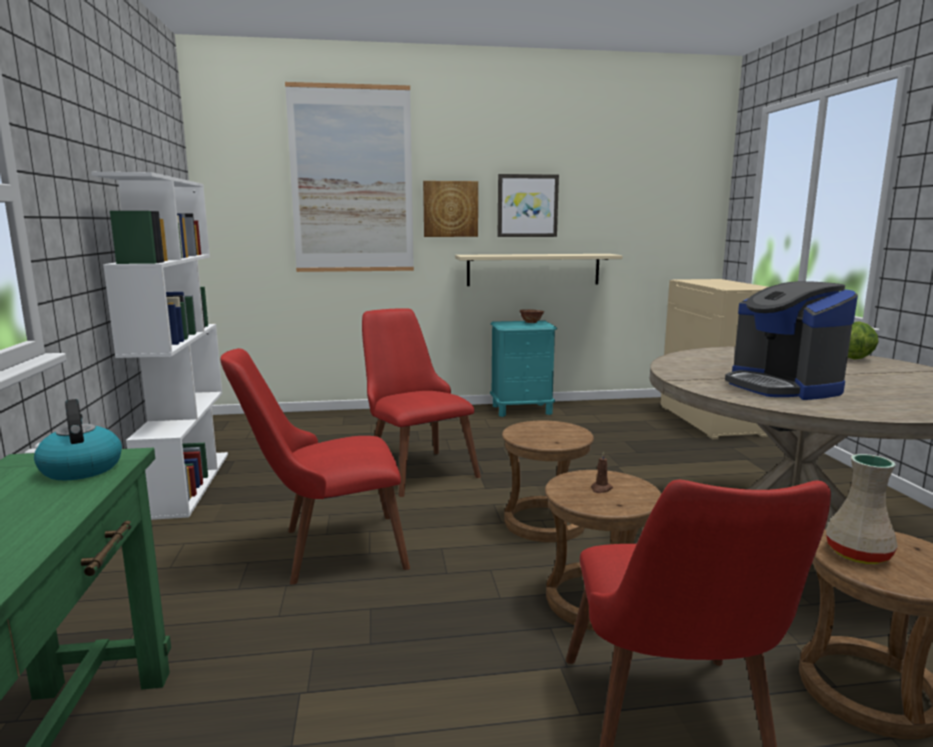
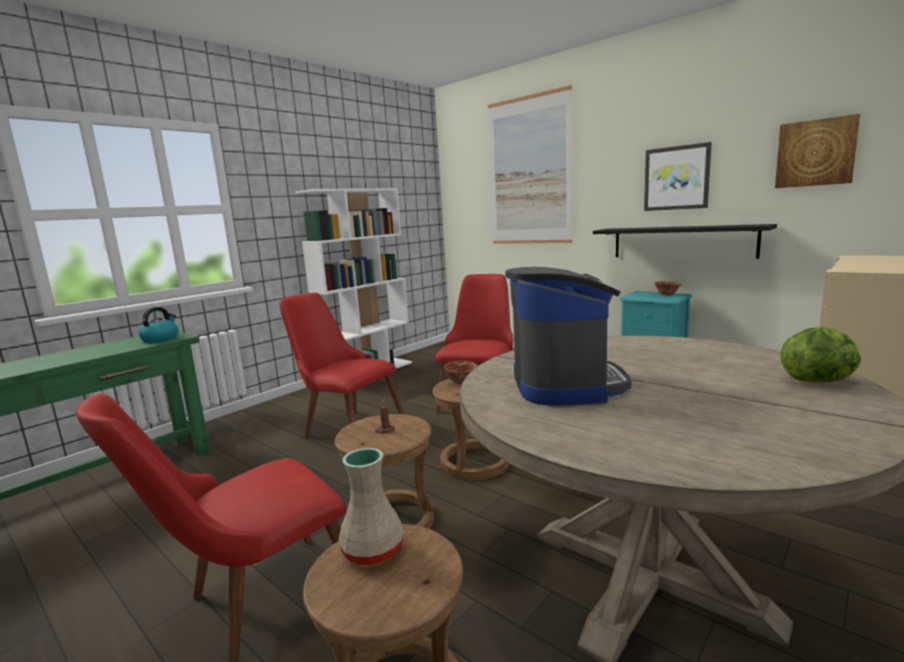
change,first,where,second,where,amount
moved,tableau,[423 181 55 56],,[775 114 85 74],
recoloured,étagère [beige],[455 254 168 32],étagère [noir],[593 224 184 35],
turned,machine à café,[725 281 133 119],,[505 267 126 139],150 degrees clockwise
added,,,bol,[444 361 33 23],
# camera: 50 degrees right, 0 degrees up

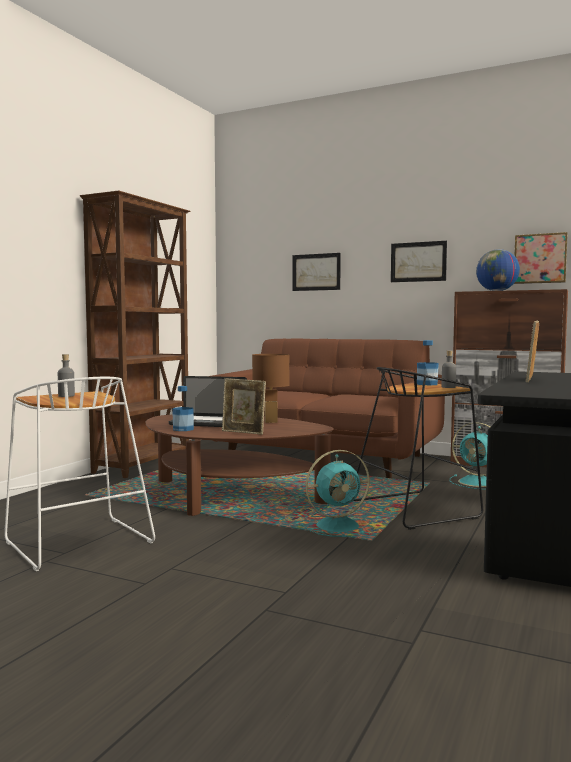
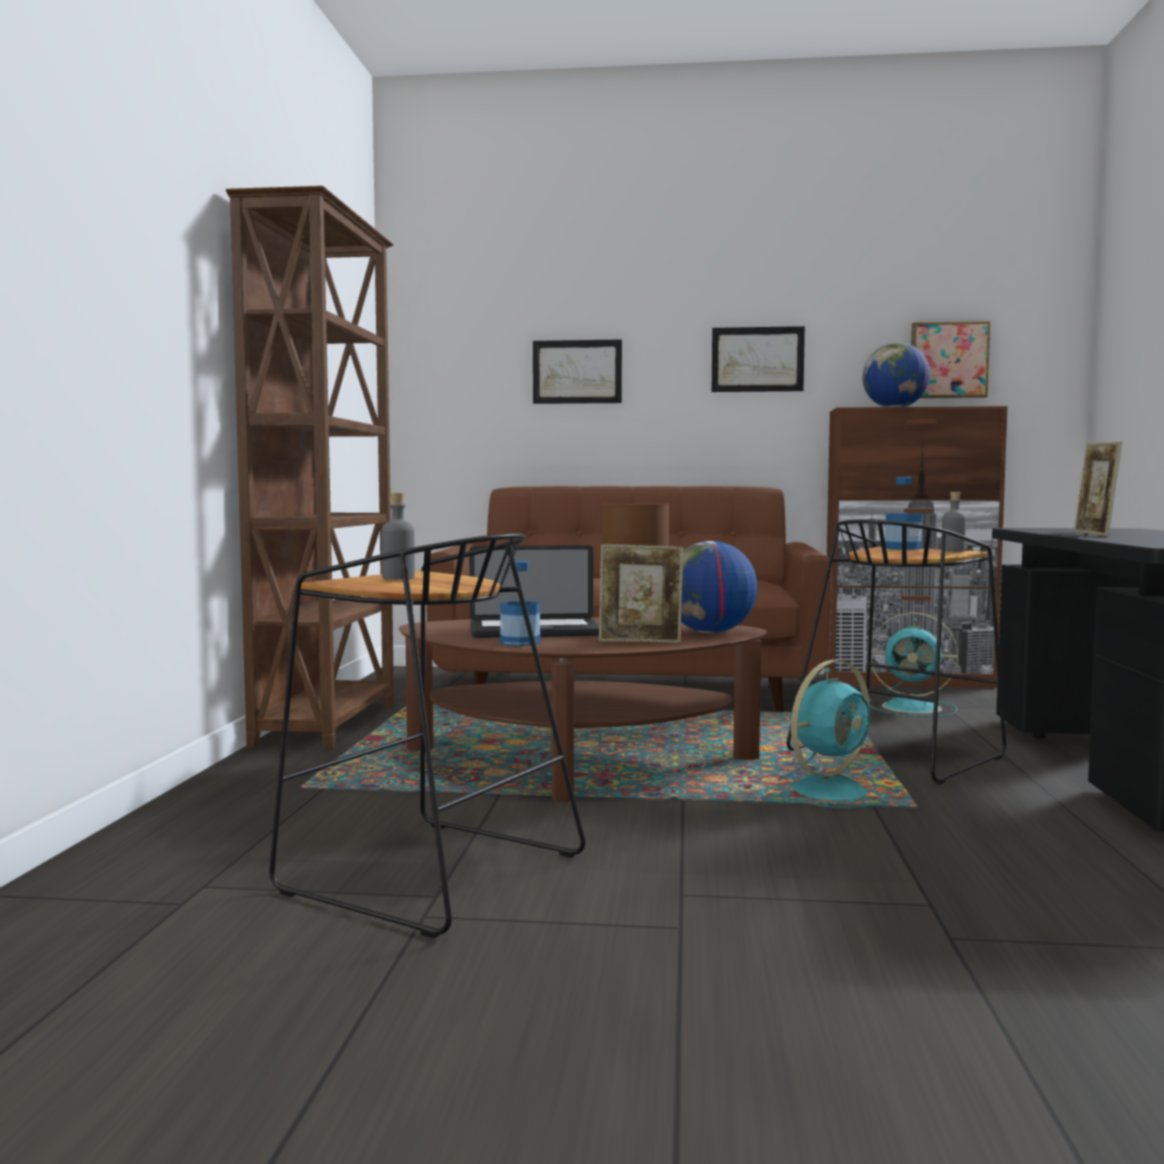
change,first,where,second,where,amount
recoloured,tabouret [blanc],[4 377 151 194],tabouret [noir],[269 533 317 405],
added,,,globe,[681 541 76 92],
# camera: 20 degrees left, 0 degrees up

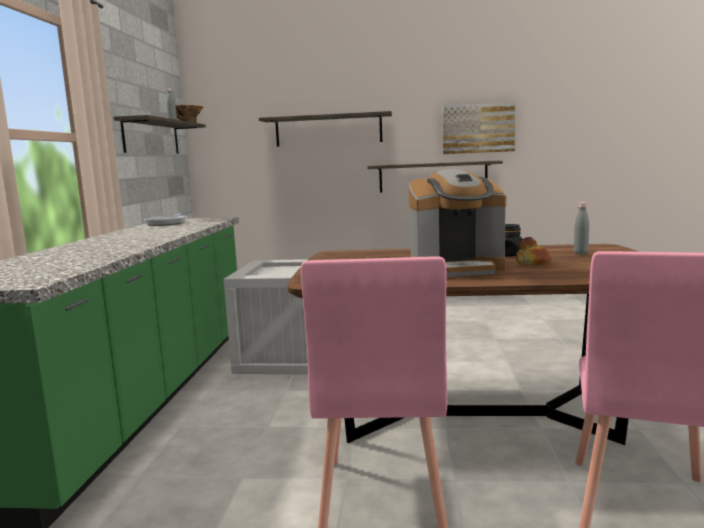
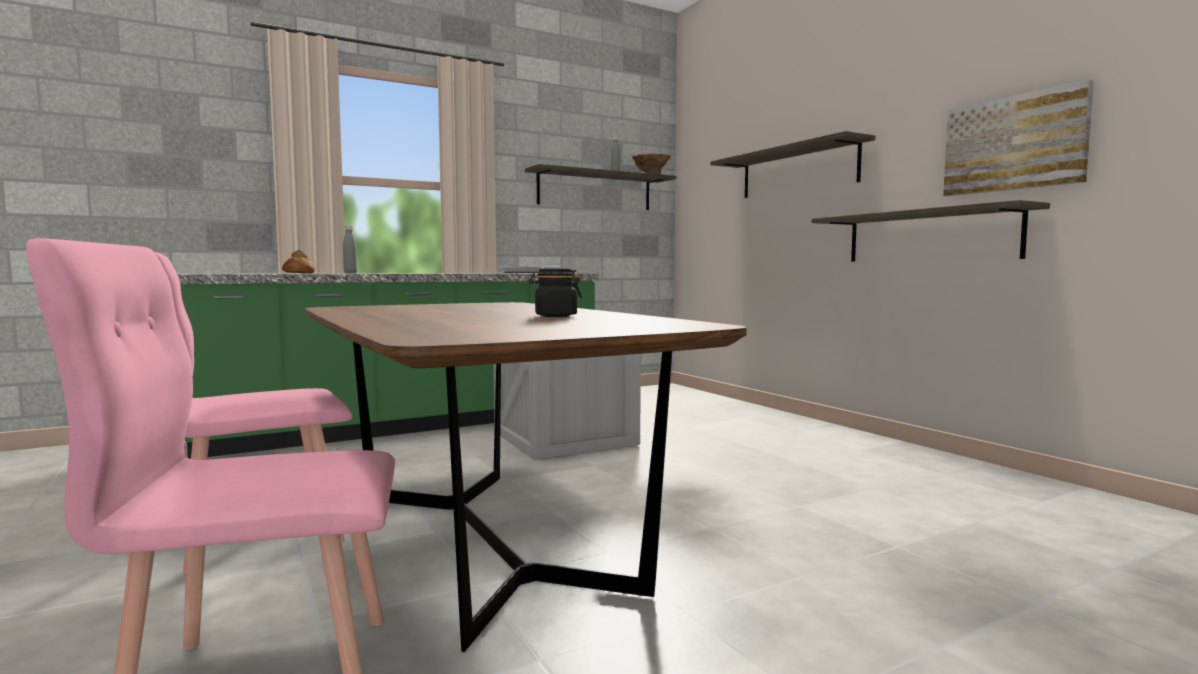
change,first,where,second,where,amount
removed,machine à café,[408 169 98 108],,,
moved,pain,[516 237 36 28],,[282 250 33 23],
moved,bouteille [gris],[574 202 15 53],,[343 225 14 48],
# camera: 55 degrees right, 5 degrees down

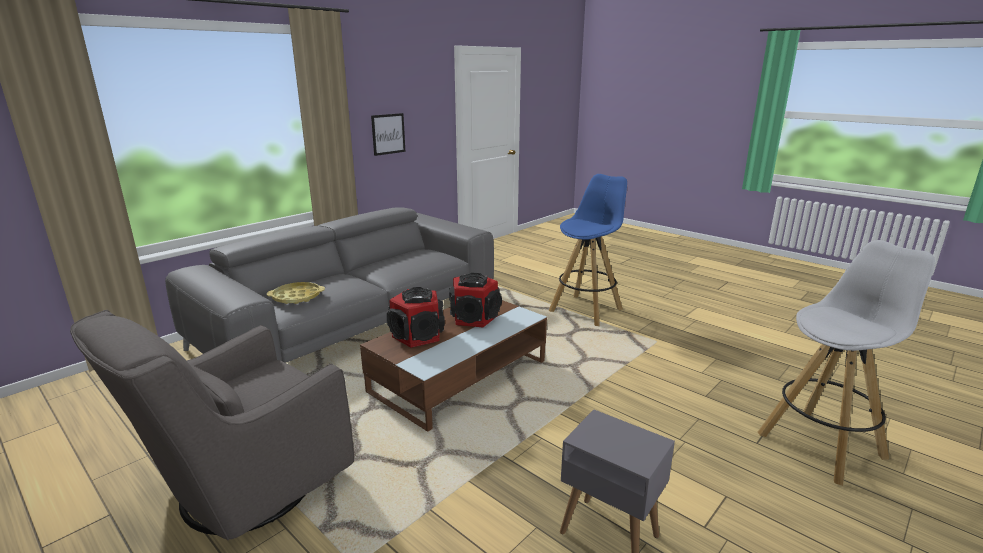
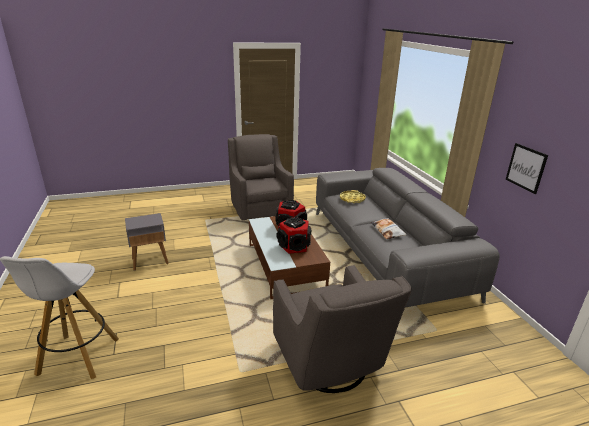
change,first,where,second,where,amount
replaced,tabouret [bleu],[549 174 78 152],fauteuil [gris],[273 265 138 128],
added,,,coussin,[371 218 35 21],
# camera: 120 degrees right, 5 degrees up

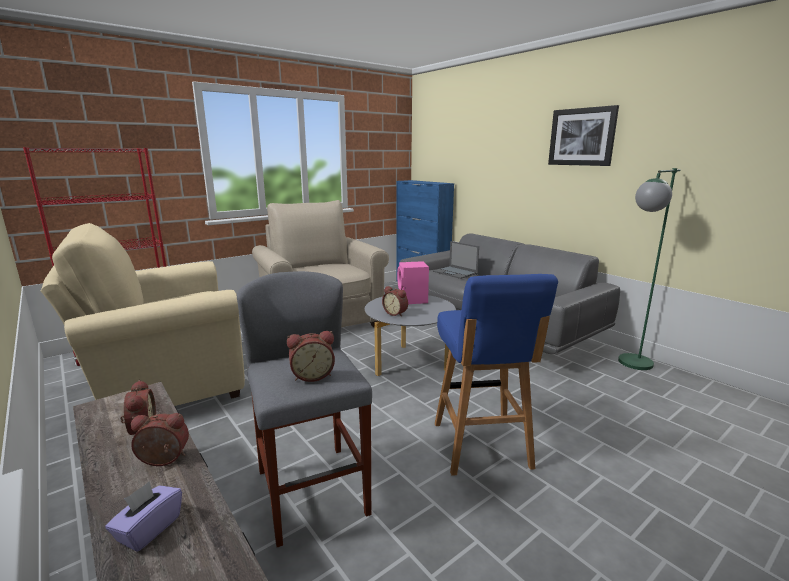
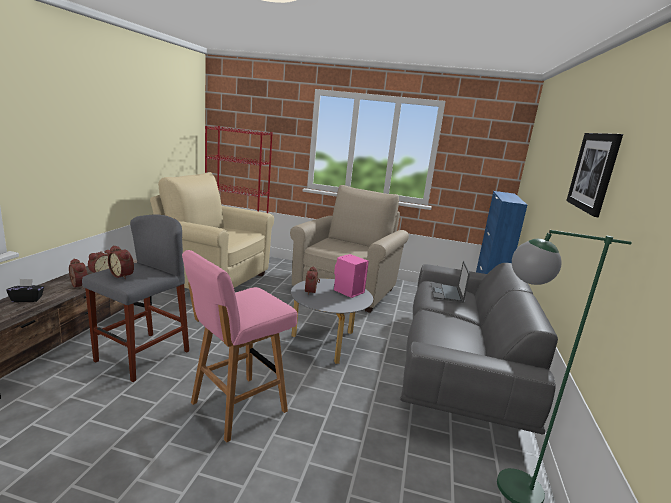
change,first,where,second,where,amount
recoloured,boîte à mouchoirs [violet],[105 481 77 71],boîte à mouchoirs [noir],[6 279 38 23],
recoloured,tabouret [bleu],[435 274 123 202],tabouret [rose],[182 250 115 193],
# camera: 50 degrees right, 0 degrees up

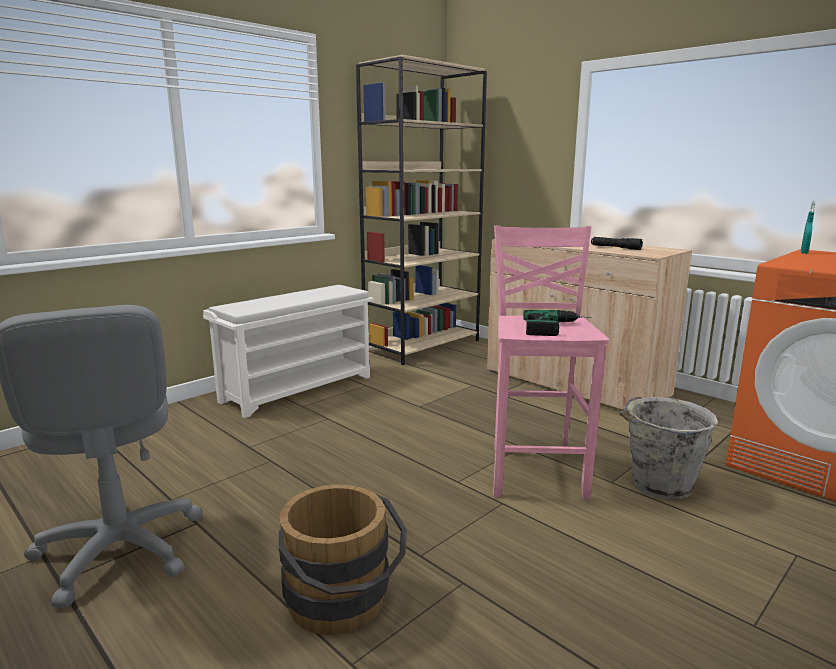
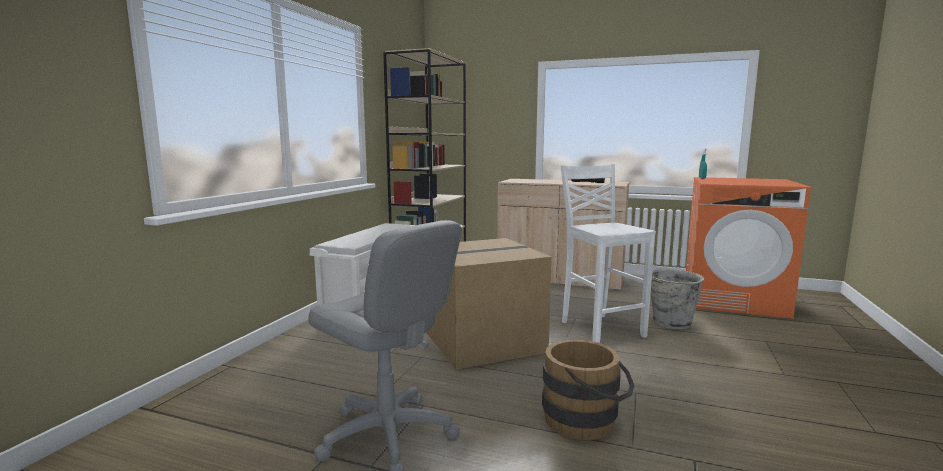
change,first,where,second,where,amount
recoloured,tabouret [rose],[493 225 116 275],tabouret [blanc],[561 164 95 179],
removed,perceuse,[523 310 69 26],,,
added,,,carton,[426 238 126 132],
# camera: 25 degrees left, 5 degrees down

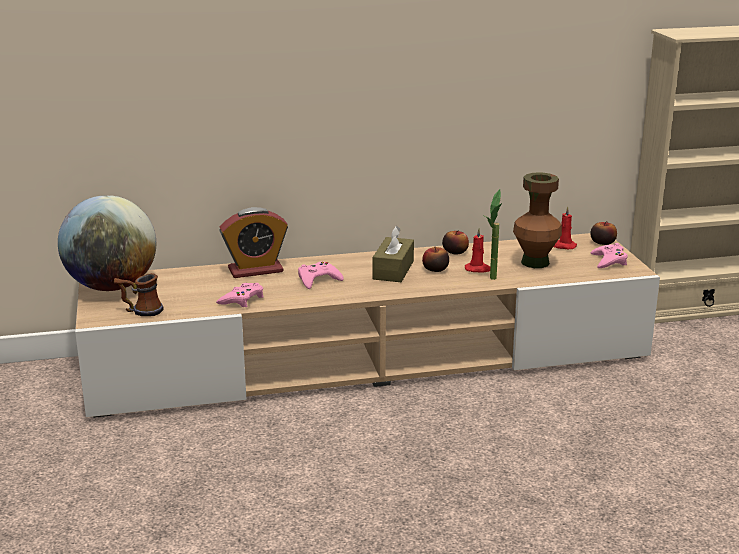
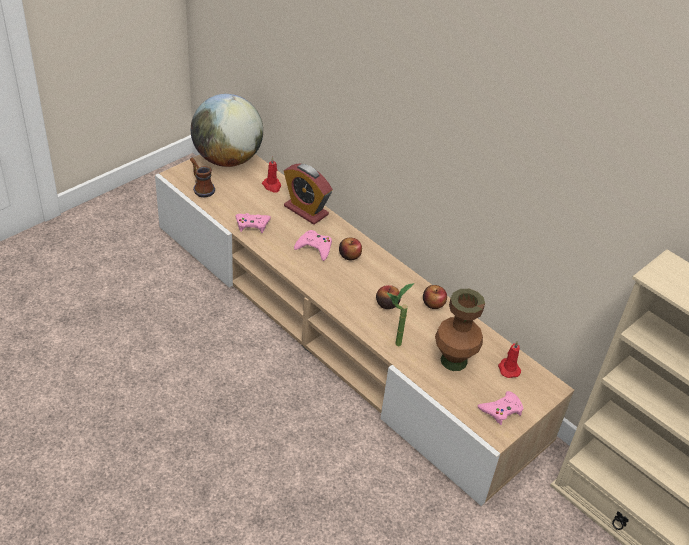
change,first,where,second,where,amount
removed,boîte à mouchoirs [marron],[372 226 42 56],,,
moved,bougie [rouge],[465 228 25 45],,[262 157 19 36],
moved,pomme,[591 221 26 24],,[339 238 23 23],
# camera: 55 degrees right, 20 degrees up

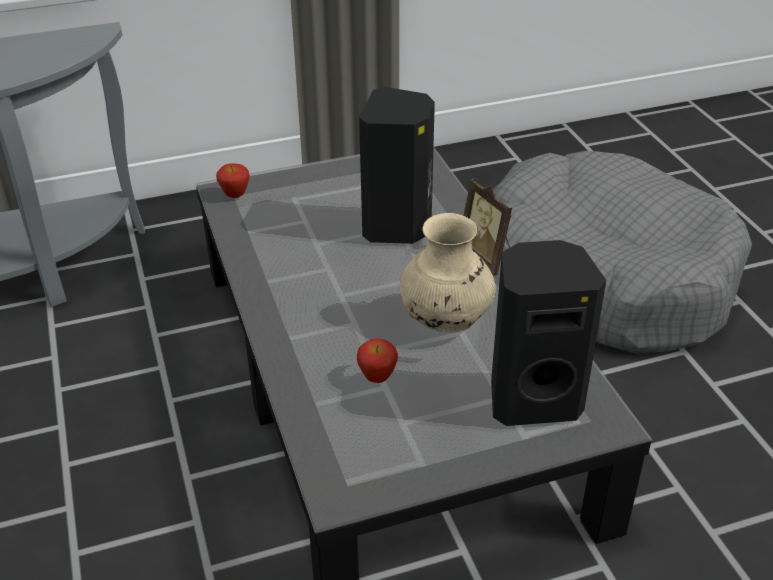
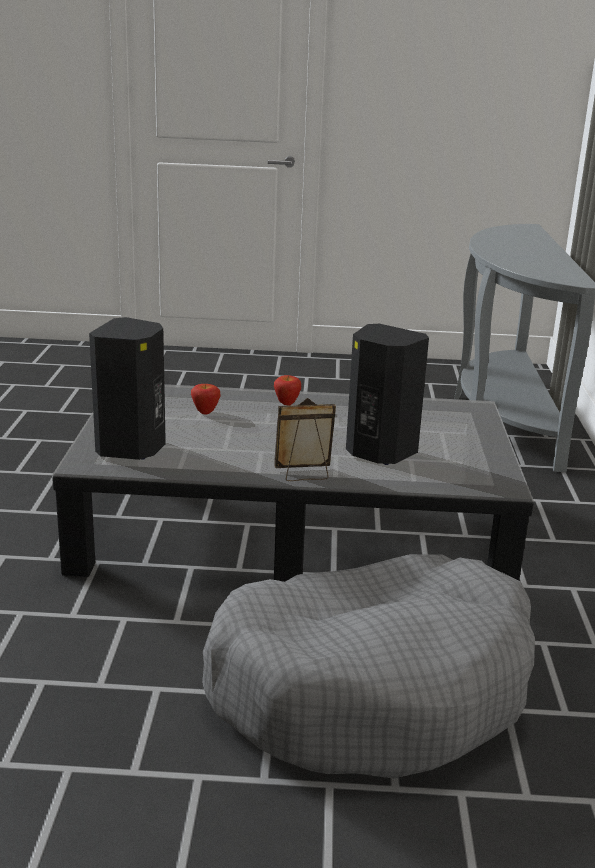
change,first,where,second,where,amount
moved,pomme,[216 164 34 34],,[274 375 27 31],
removed,vase [beige],[400 213 96 120],,,
# camera: 110 degrees right, 15 degrees down

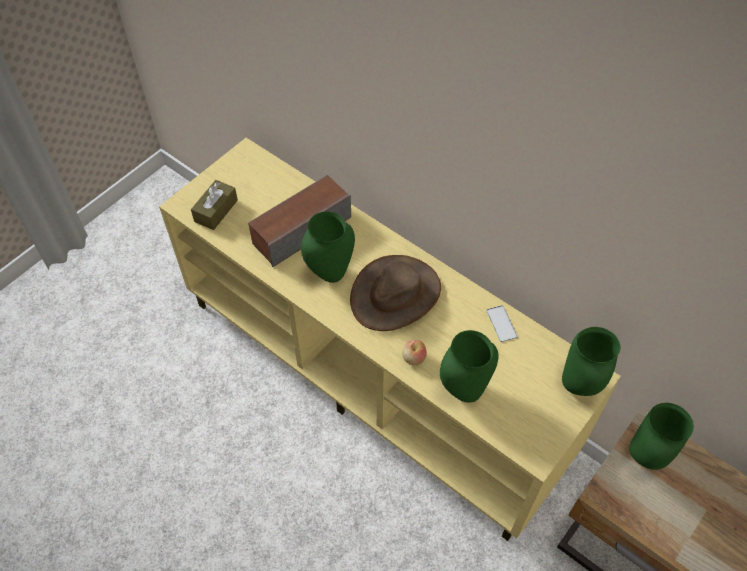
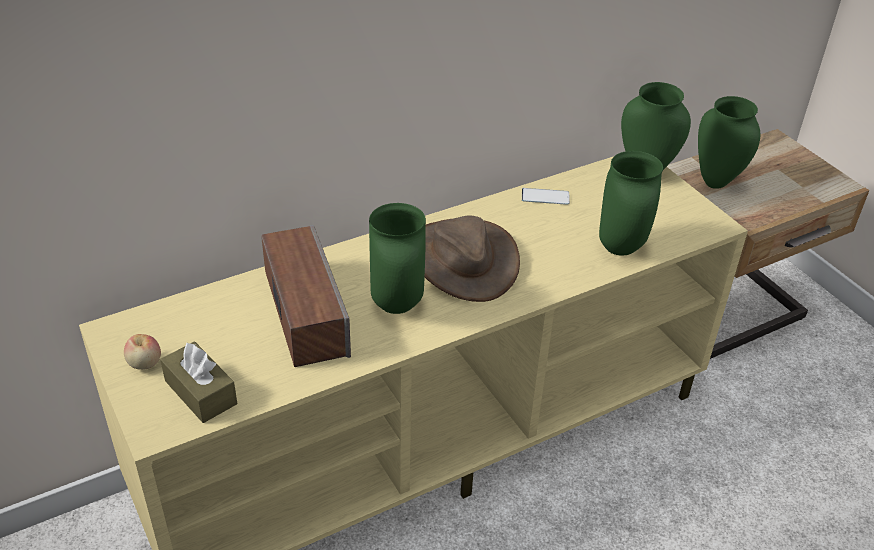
change,first,where,second,where,amount
moved,pomme,[402 340 25 25],,[124 334 37 36],
# camera: 70 degrees left, 15 degrees down

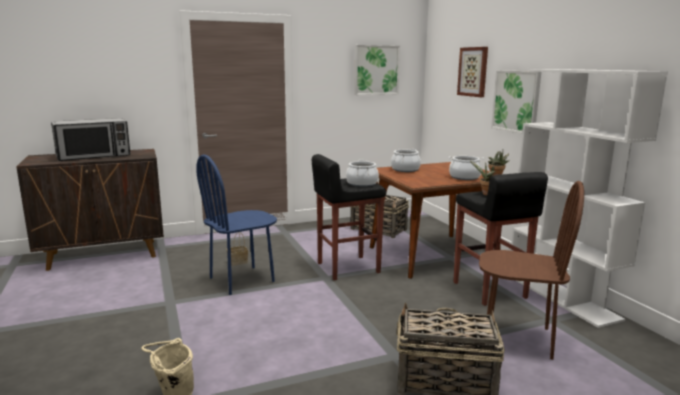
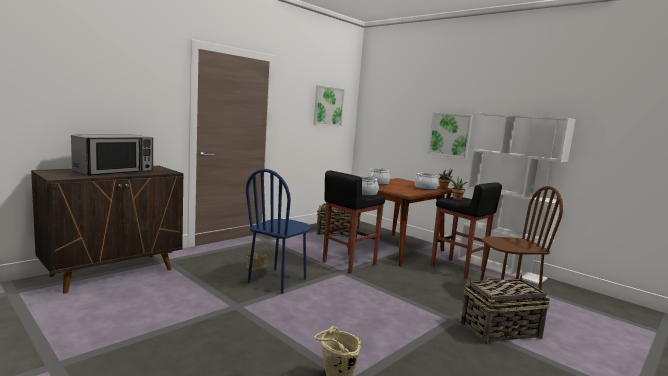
change,first,where,second,where,amount
removed,tableau,[457 47 31 50],,,
# camera: 25 degrees left, 5 degrees down

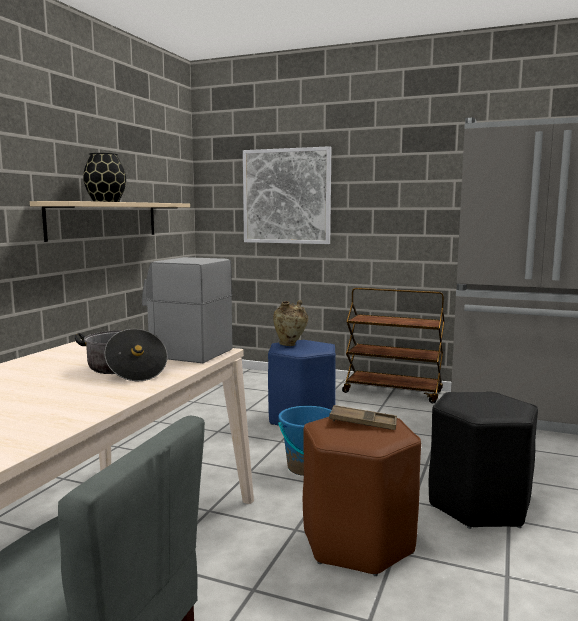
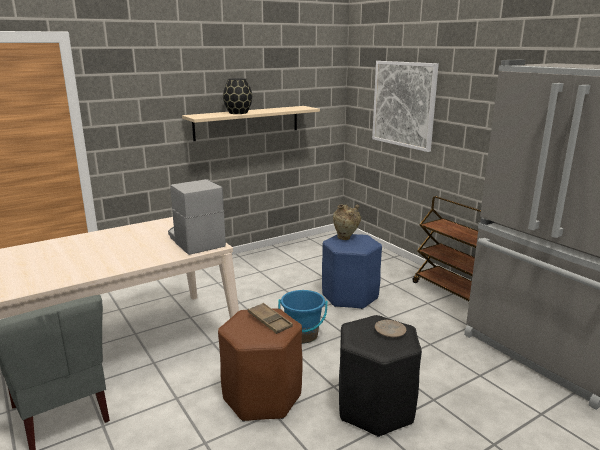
change,first,where,second,where,amount
removed,marmite,[75 329 93 52],,,
added,,,assiette [beige],[375 320 31 17],
# camera: 35 degrees right, 10 degrees up

